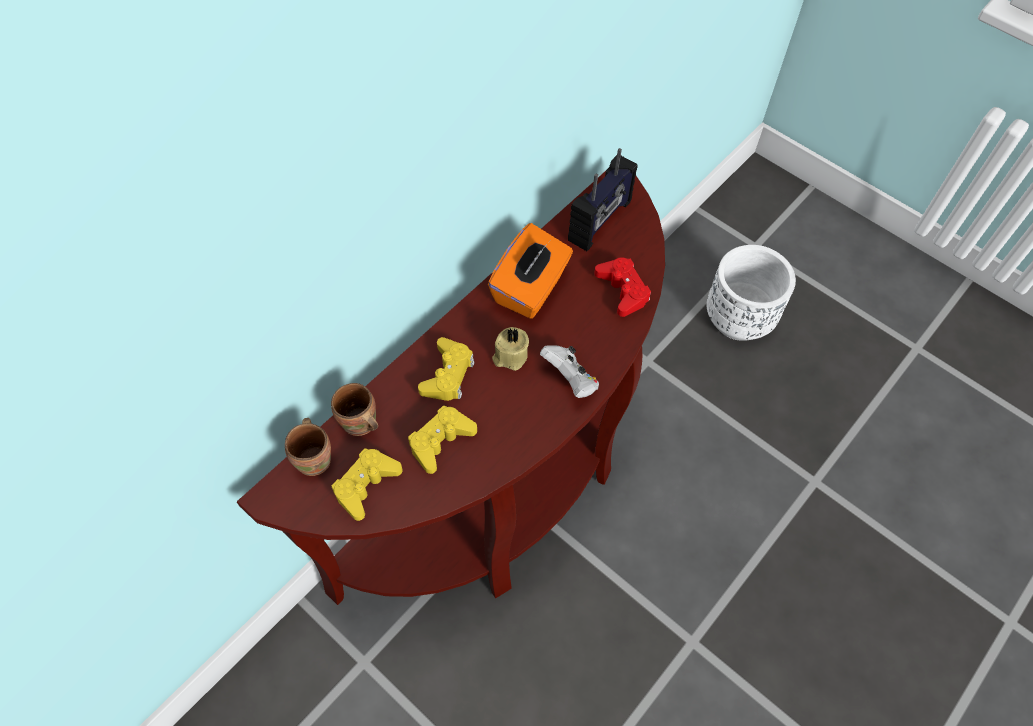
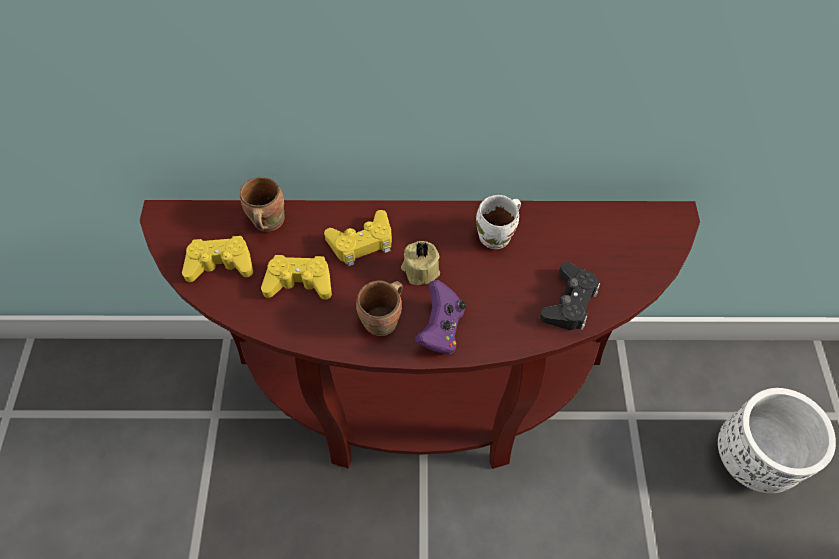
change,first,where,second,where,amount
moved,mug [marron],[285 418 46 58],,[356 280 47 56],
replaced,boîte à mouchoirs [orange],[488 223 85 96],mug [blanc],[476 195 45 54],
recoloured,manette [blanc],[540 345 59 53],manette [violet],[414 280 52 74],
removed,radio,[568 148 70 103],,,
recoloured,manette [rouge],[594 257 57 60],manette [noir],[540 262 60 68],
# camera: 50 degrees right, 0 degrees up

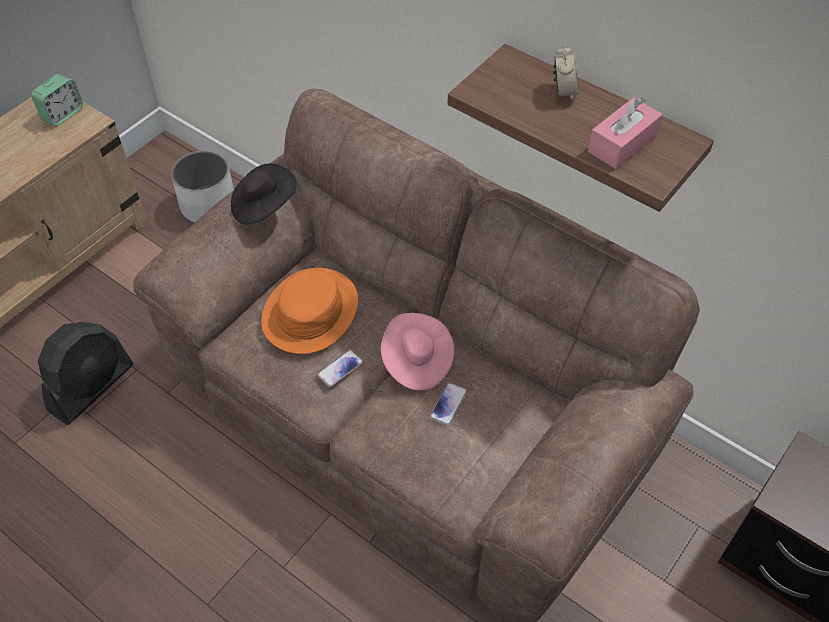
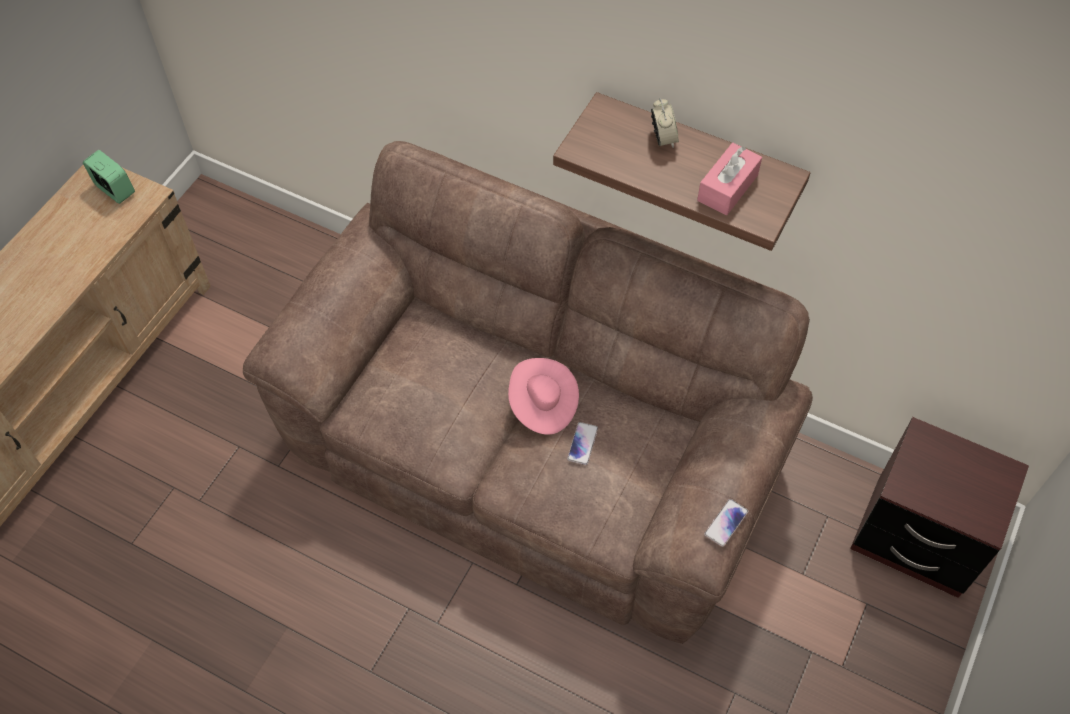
change,first,where,second,where,amount
turned,réveil,[31 74 52 52],,[83 150 52 54],75 degrees counterclockwise
removed,ventilateur [noir],[38 322 95 103],,,
removed,cache-pot [blanc],[171 151 63 72],,,
removed,chapeau [noir],[231 164 66 60],,,
removed,chapeau [orange],[261 268 97 86],,,
moved,téléphone,[317 350 46 37],,[704 499 44 48],
# camera: 10 degrees left, 5 degrees up

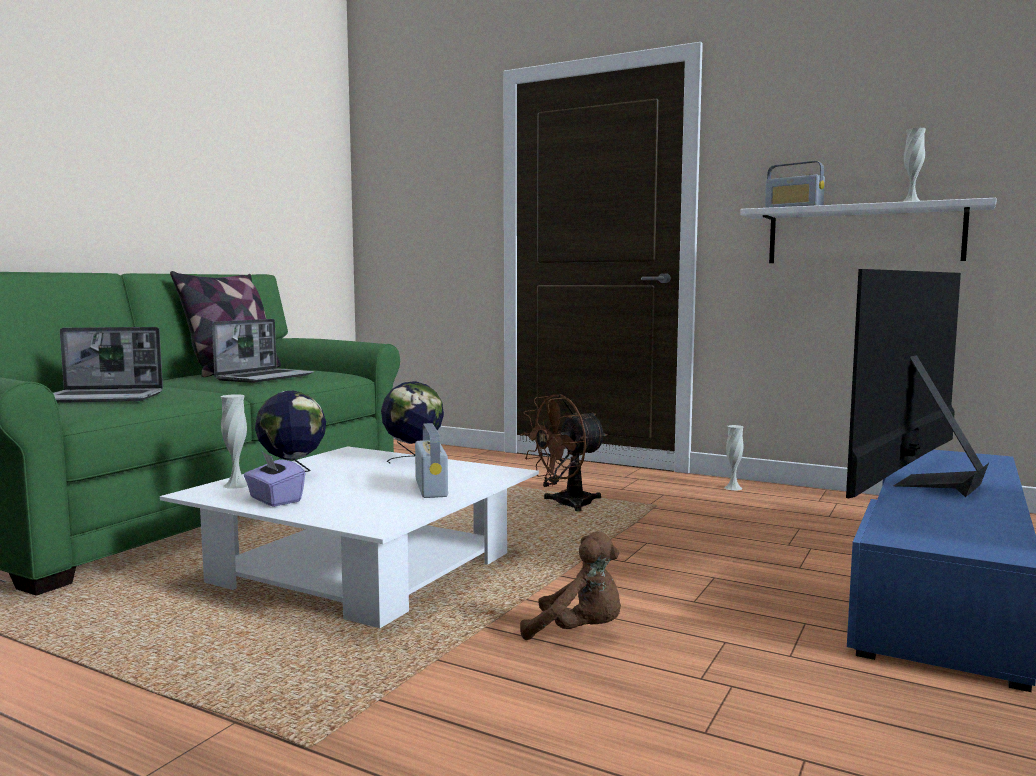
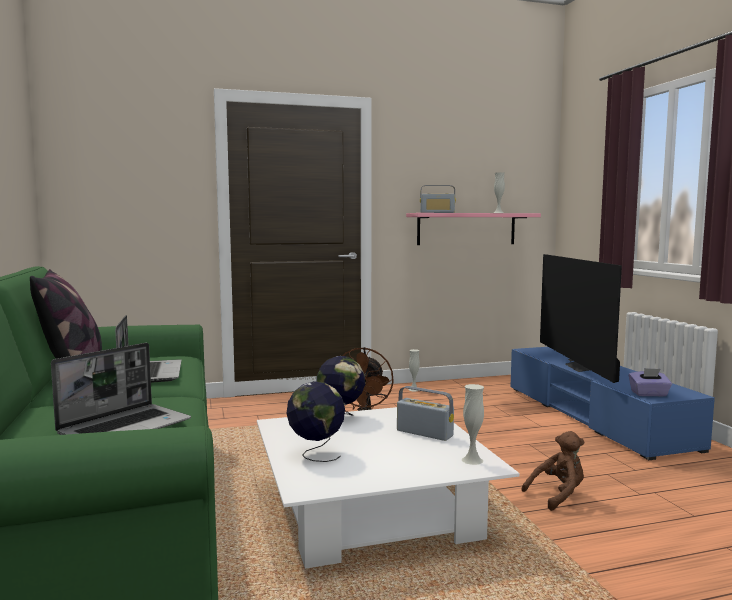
change,first,where,second,where,amount
moved,vase [blanc],[220 394 28 95],,[462 384 22 81],
moved,boîte à mouchoirs [violet],[244 452 61 55],,[629 368 43 28],
recoloured,étagère [blanc],[740 198 257 65],étagère [rose],[406 213 135 32],
# camera: 45 degrees left, 0 degrees up

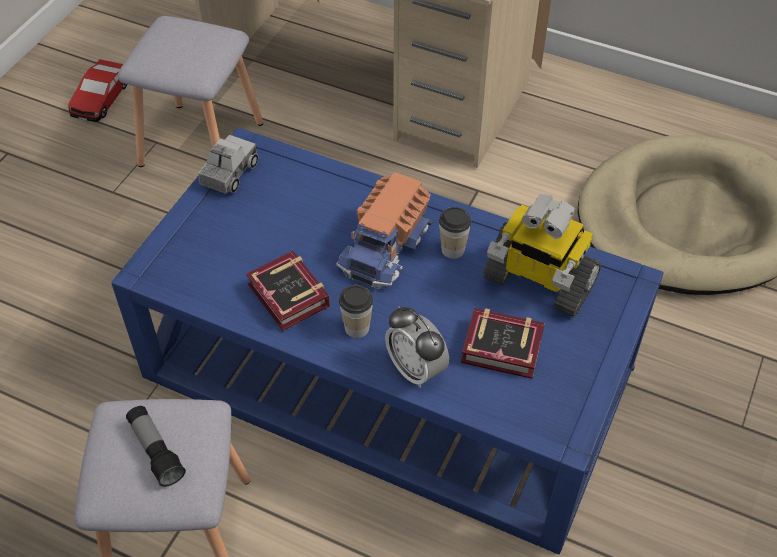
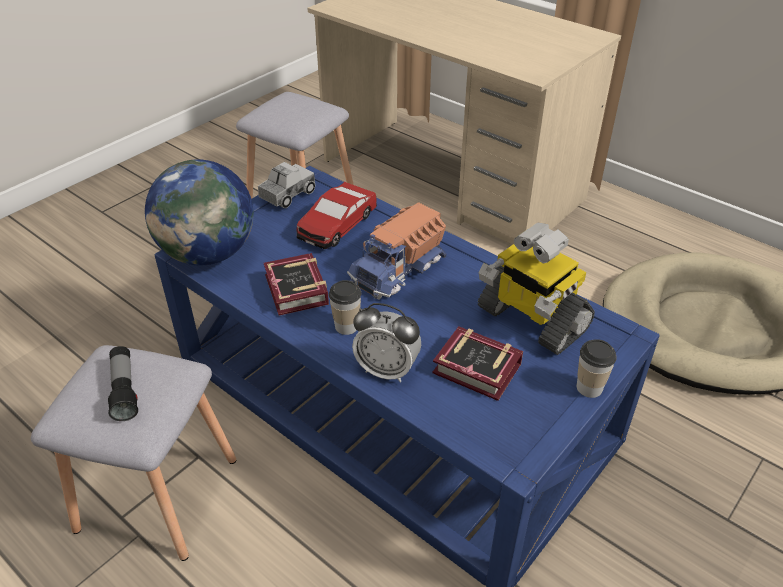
change,first,where,second,where,amount
moved,petite voiture,[68 59 59 63],,[296 182 81 67],
turned,réveil,[385 306 64 82],,[352 303 69 80],45 degrees counterclockwise
moved,tasse,[439 207 32 52],,[577 339 40 59],
added,,,globe,[145 159 109 106],
# camera: 15 degrees right, 10 degrees down

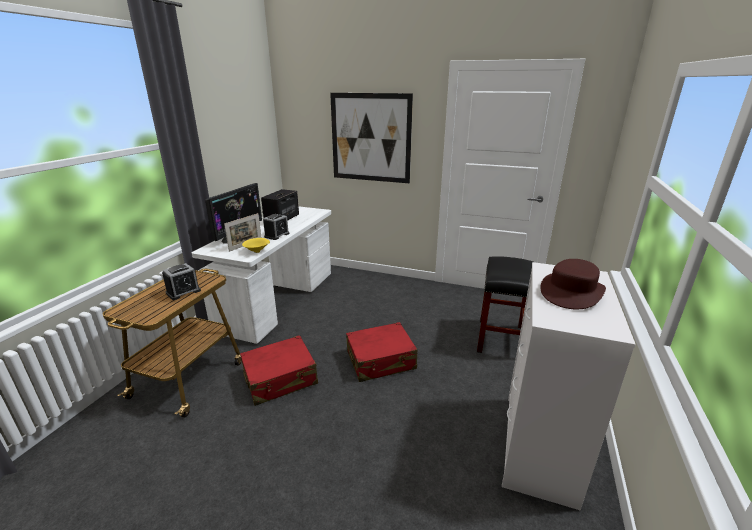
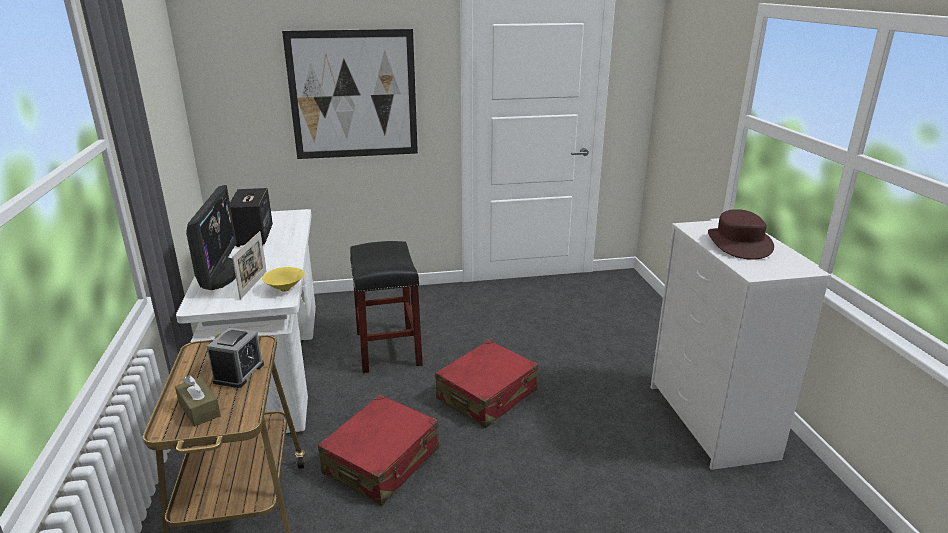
change,first,where,second,where,amount
removed,réveil,[263 214 26 26],,,
moved,tabouret [noir],[477 256 56 97],,[350 241 73 132],
added,,,boîte à mouchoirs [marron],[175 375 46 51],
# camera: 30 degrees left, 0 degrees up

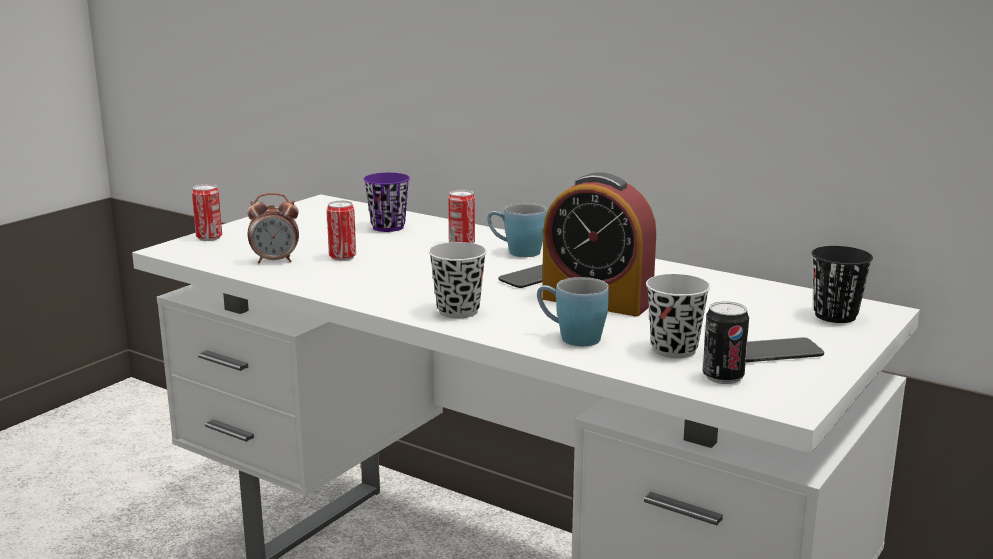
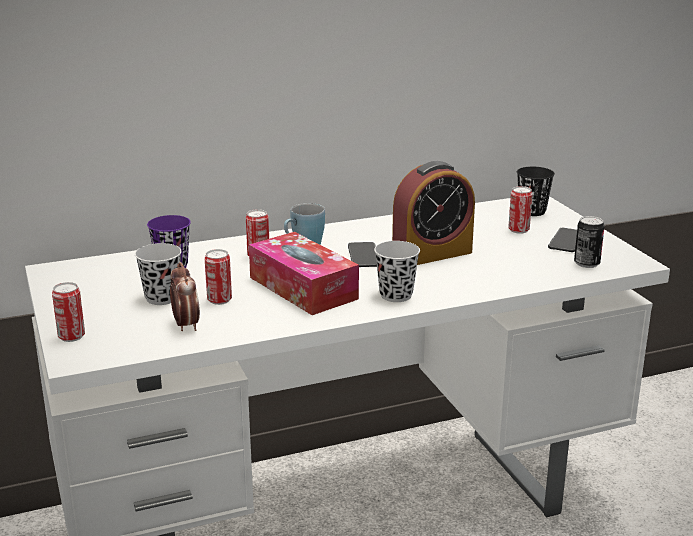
change,first,where,second,where,amount
turned,réveil,[247 193 52 70],,[170 262 30 69],45 degrees counterclockwise
removed,mug [bleu],[537 277 72 69],,,
moved,tasse [noir],[646 274 64 84],,[135 243 46 62],
added,,,boîte à mouchoirs,[249 232 110 83],
added,,,boîte métallique,[508 186 25 48],
# camera: 55 degrees left, 5 degrees up

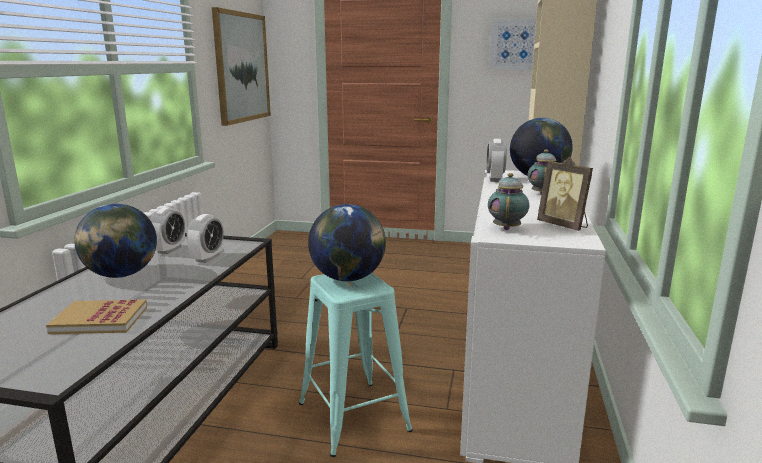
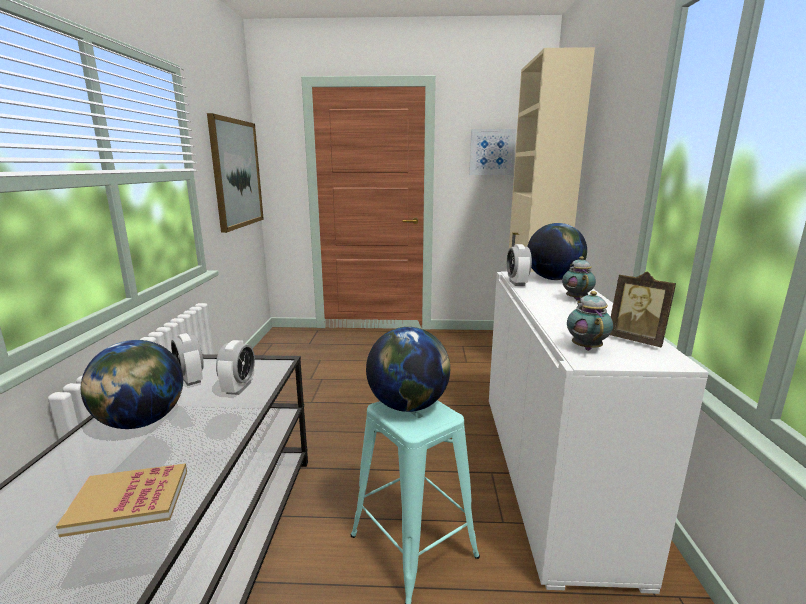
change,first,where,second,where,amount
turned,réveil,[150 207 35 47],,[171 333 33 53],135 degrees clockwise
# camera: 10 degrees left, 0 degrees up

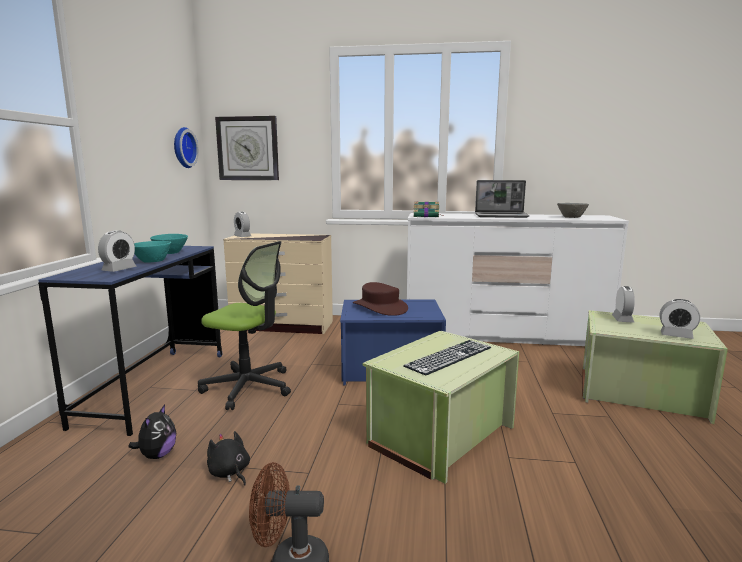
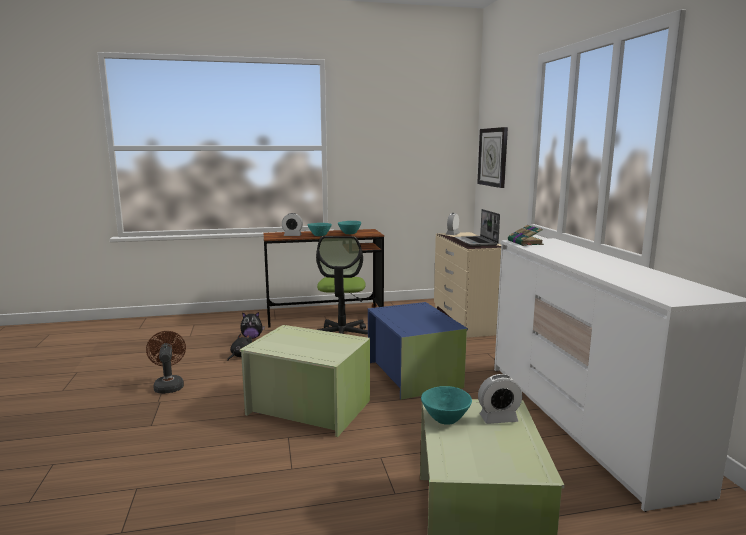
change,first,where,second,where,amount
recoloured,bureau [bleu],[38 246 184 190],bureau [marron],[263 229 121 99],
removed,horloge murale,[174 127 25 41],,,
removed,chapeau [marron],[353 282 55 34],,,
removed,clavier,[403 340 88 36],,,
moved,ordinateur portable,[475 180 54 38],,[454 209 46 37],
removed,bol [gris],[557 203 32 15],,,
removed,réveil,[660 299 40 40],,,
added,,,bol [turquoise],[421 386 51 39],
# camera: 70 degrees right, 0 degrees up

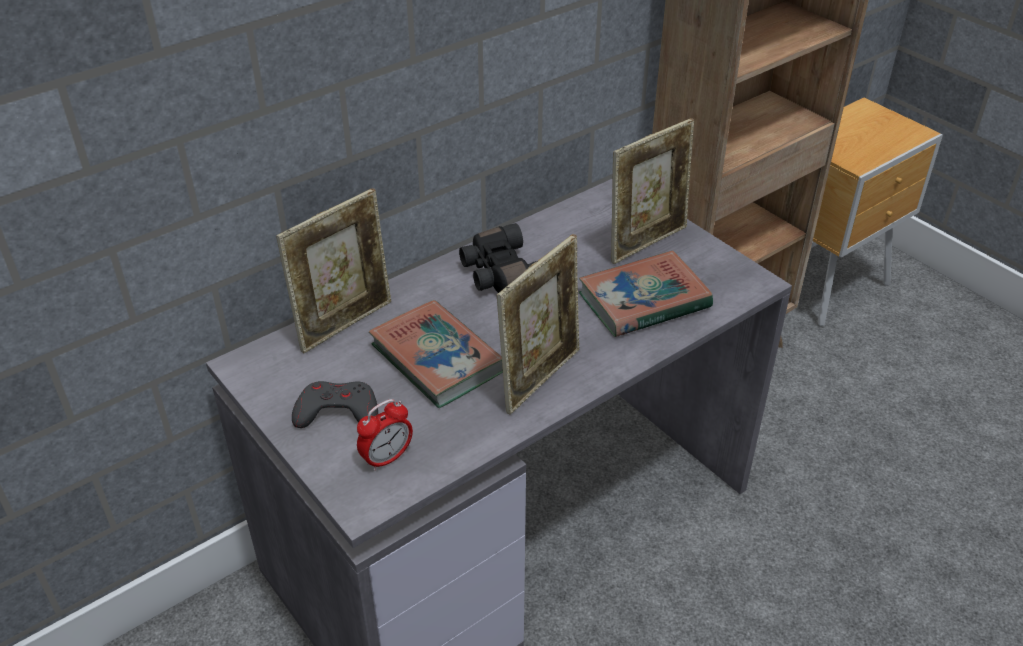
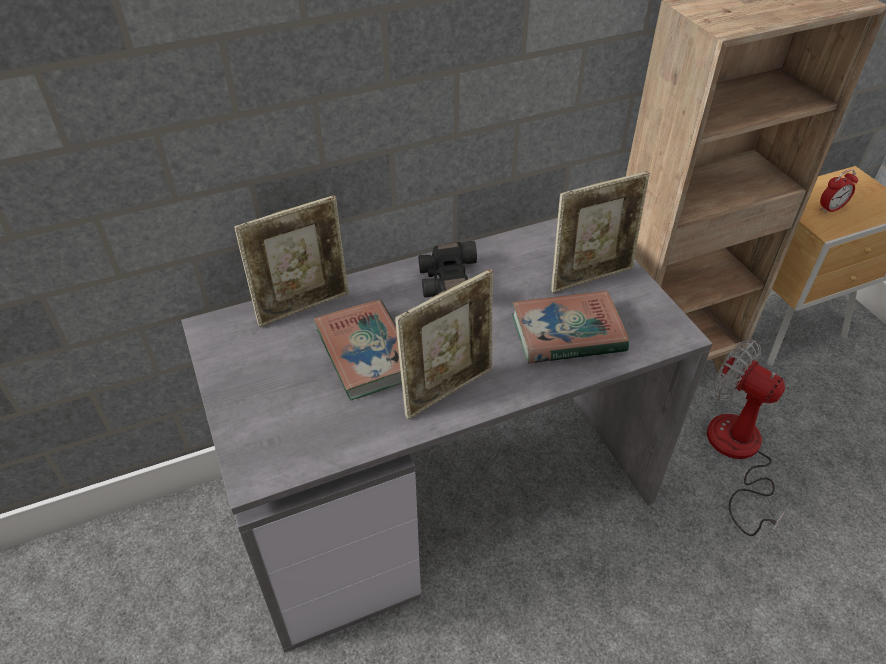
change,first,where,second,where,amount
removed,manette [gris],[292 381 86 47],,,
moved,réveil,[357 399 56 72],,[820 169 38 45],
added,,,ventilateur,[707 340 78 196],
# camera: 15 degrees right, 5 degrees up

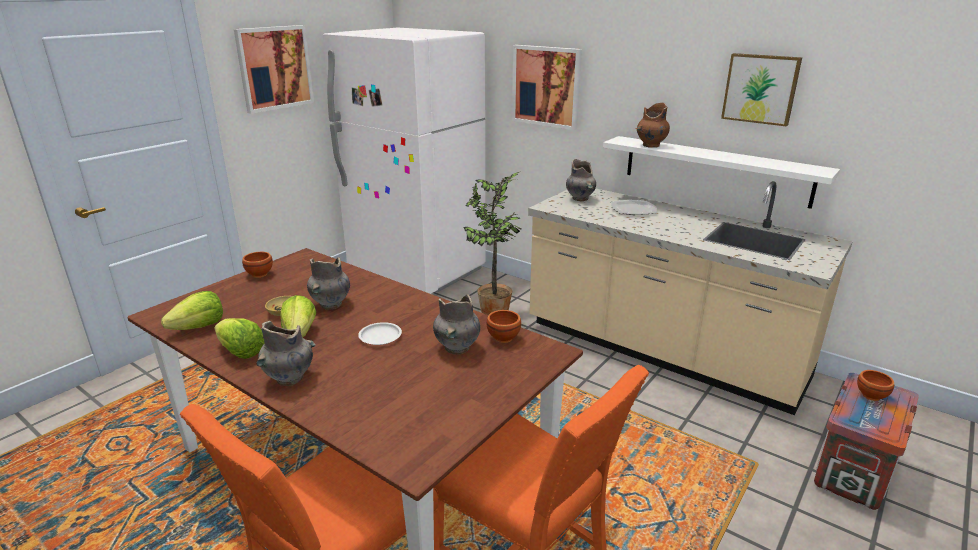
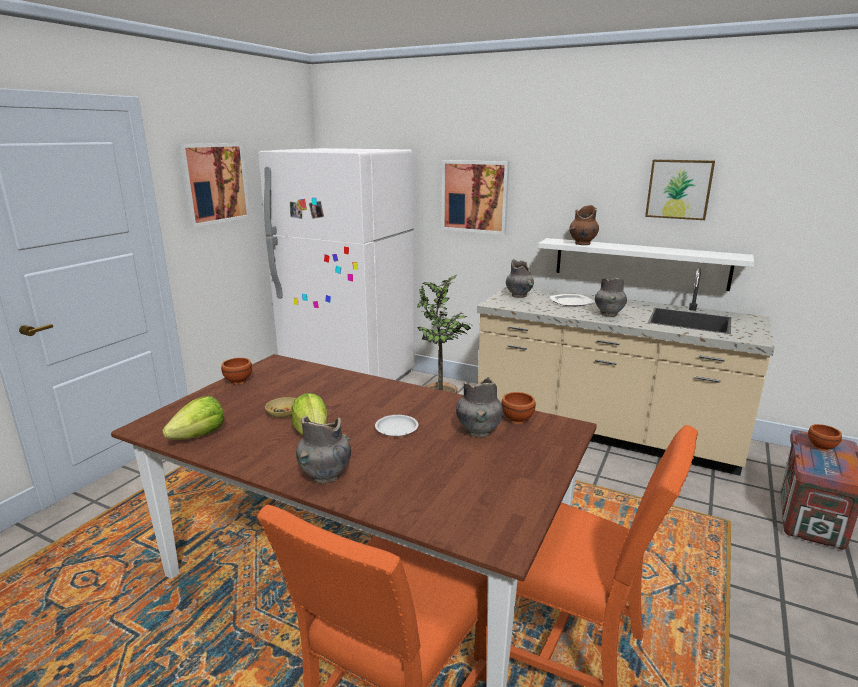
change,first,where,second,where,amount
removed,laitue,[215 318 50 41],,,
moved,vase [gris],[307 257 43 53],,[595 278 32 39],
# camera: 10 degrees left, 5 degrees down

